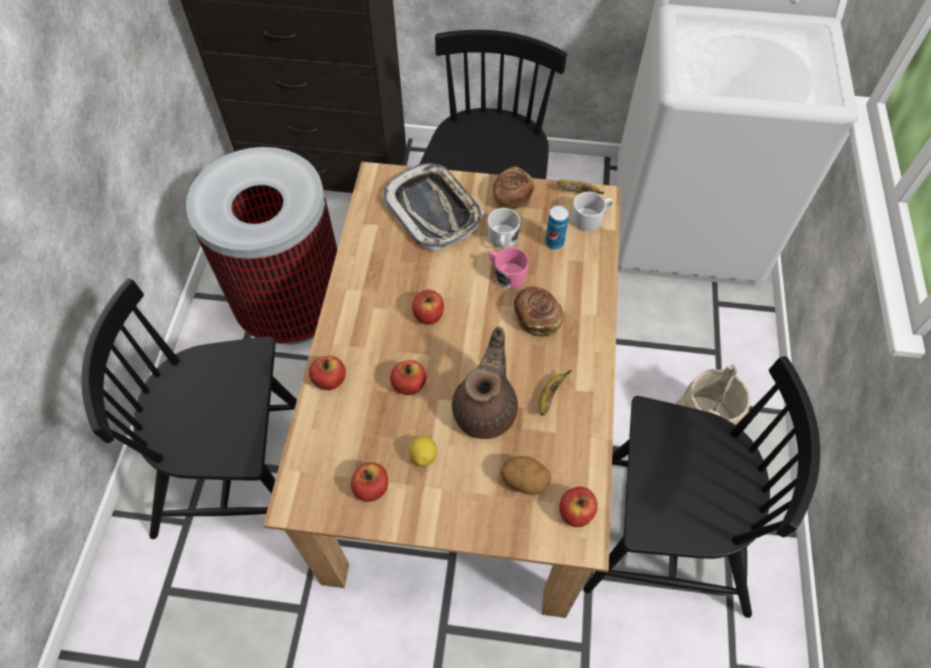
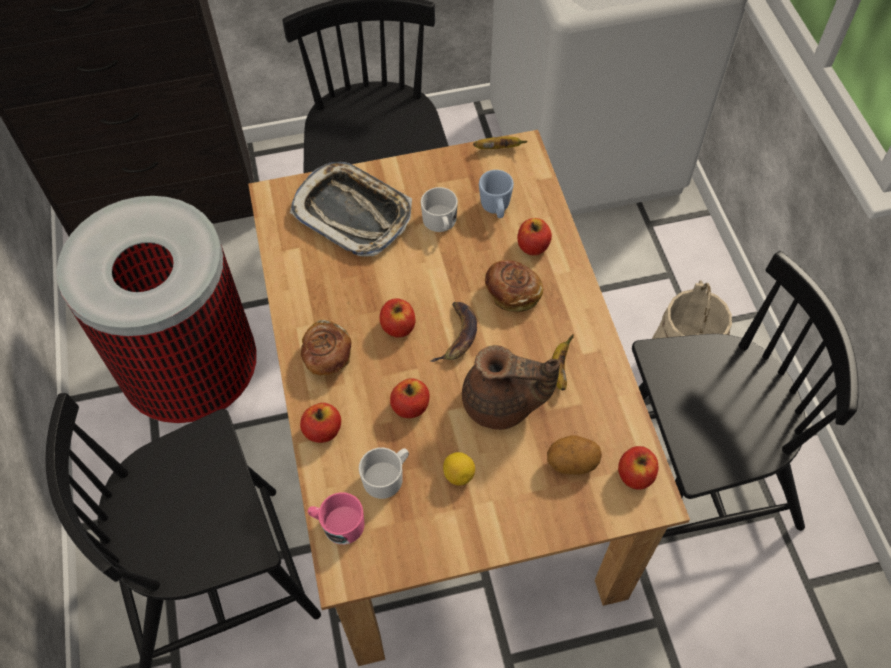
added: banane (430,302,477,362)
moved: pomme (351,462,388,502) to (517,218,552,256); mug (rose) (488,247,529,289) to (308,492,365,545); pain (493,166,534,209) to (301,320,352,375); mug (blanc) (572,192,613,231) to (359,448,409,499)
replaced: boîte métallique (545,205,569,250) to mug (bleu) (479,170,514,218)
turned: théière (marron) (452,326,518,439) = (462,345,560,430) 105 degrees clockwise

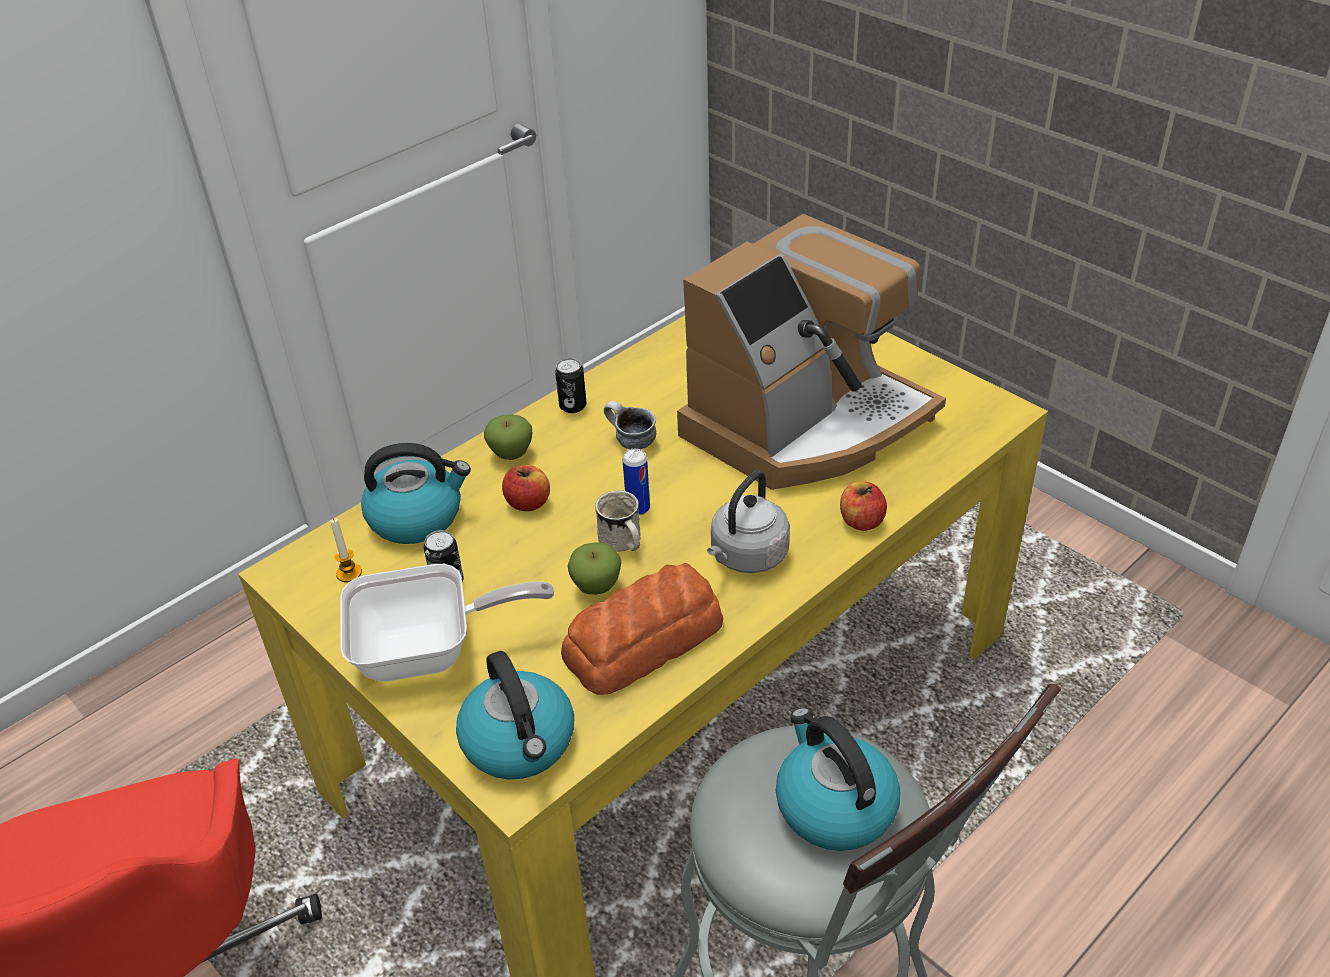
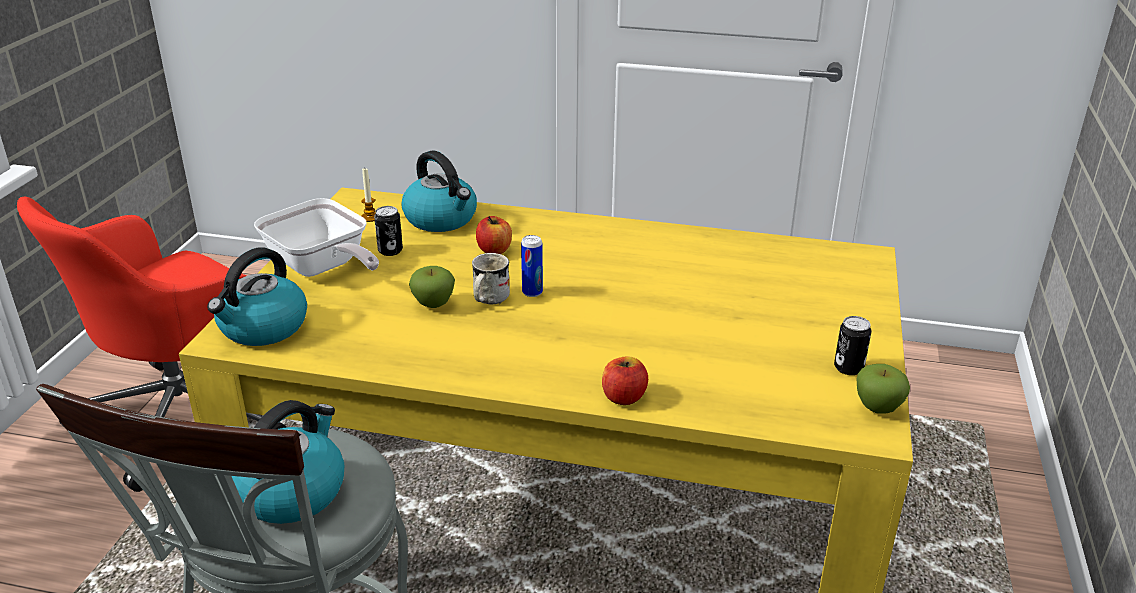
removed: pain (561,563,723,695); mug (604,401,656,449); machine à café (677,214,946,490); bouilloire (gris) (707,471,790,573)
moved: pomme (484,414,532,460) to (856,364,910,414); boîte métallique (555,358,587,413) to (834,316,871,375)

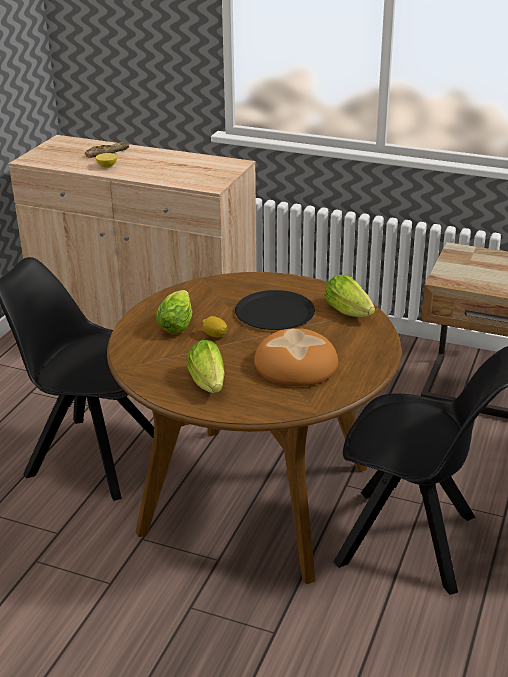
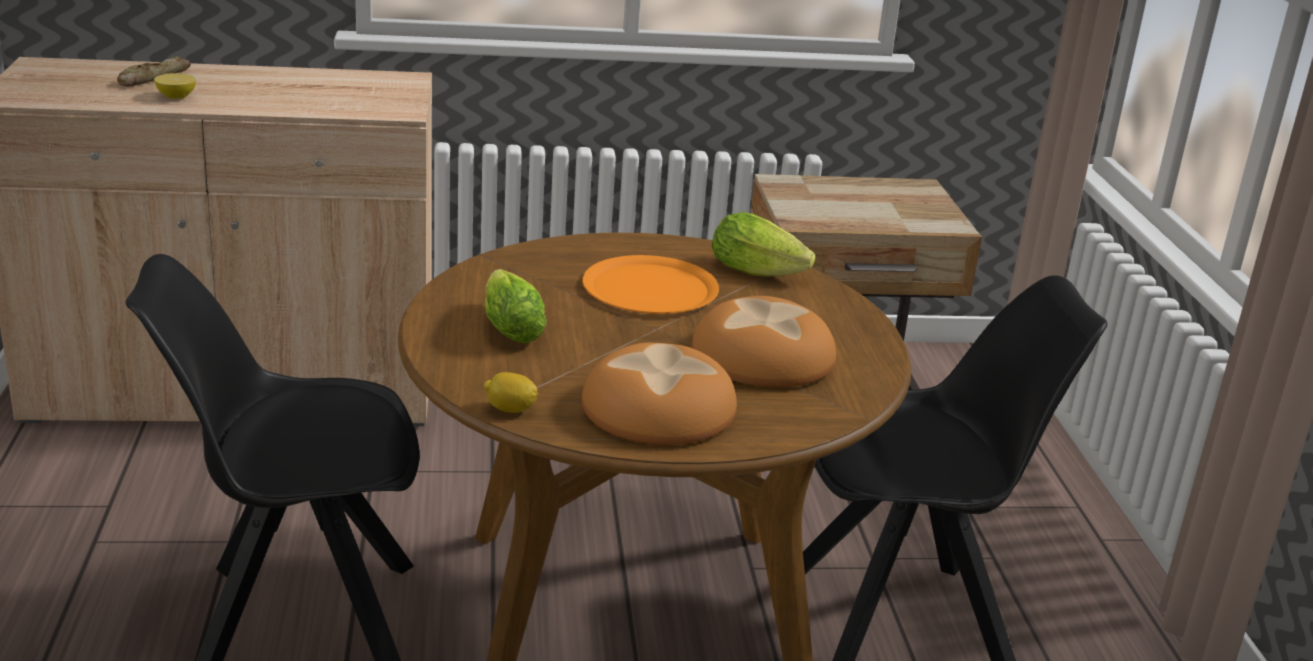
moved: citron (202,316,228,338) to (484,372,538,413)
replaced: laitue (187,340,224,393) to pain (582,343,737,445)
recoloured: assiette (noir) (235,290,315,330) to assiette (orange) (582,255,719,314)

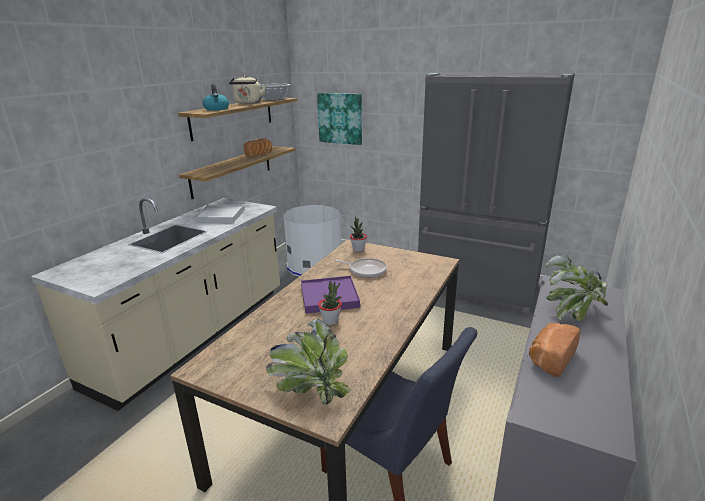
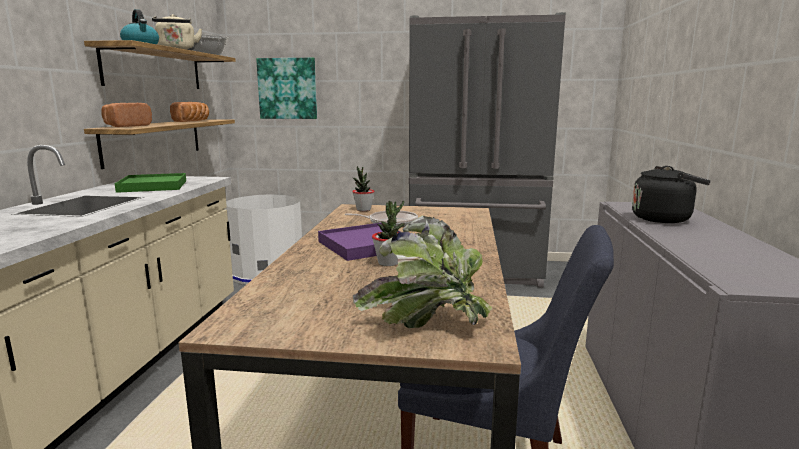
moved: pain (529,323,581,377) to (101,103,152,127)
replaced: plante en pot (545,255,608,321) to bouilloire (noir) (632,166,711,223)
recoloured: plateau (blanc) (194,204,245,223) to plateau (vert) (115,173,186,193)

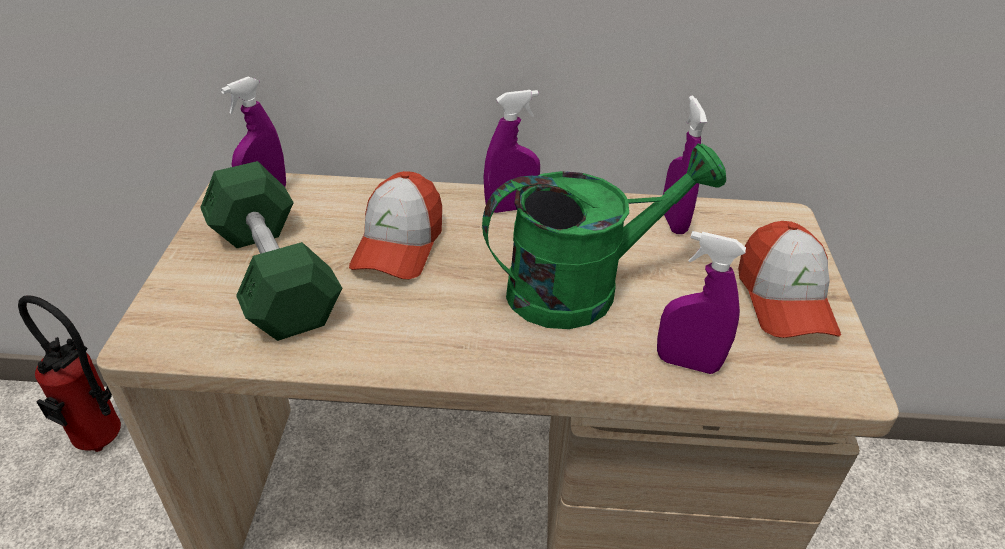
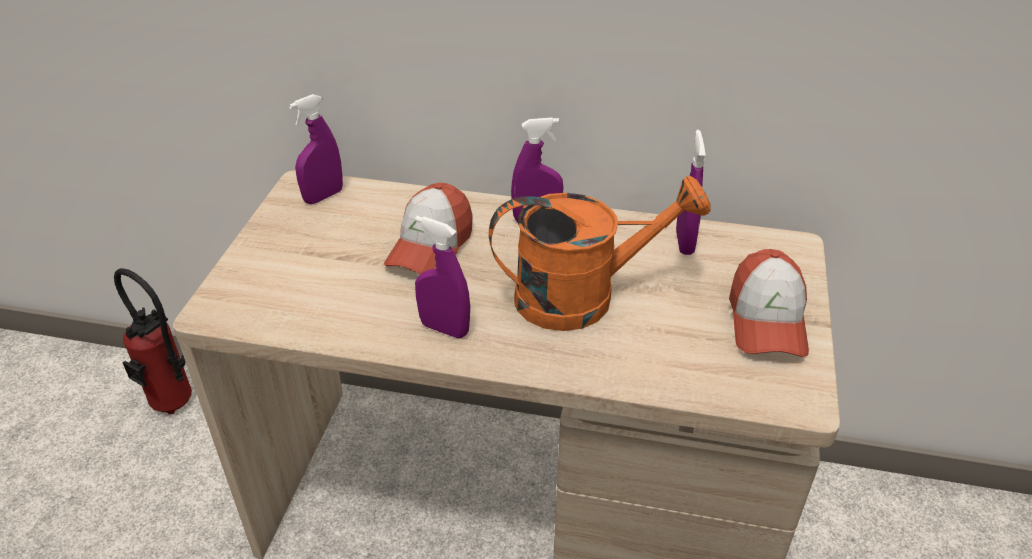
removed: haltère (vert) (200,161,342,341)
moved: vaporisateur (violet) (657,231,746,374) to (415,216,470,338)
recoloured: arrosoir (vert) (482,143,726,329) to arrosoir (orange) (489,176,711,331)

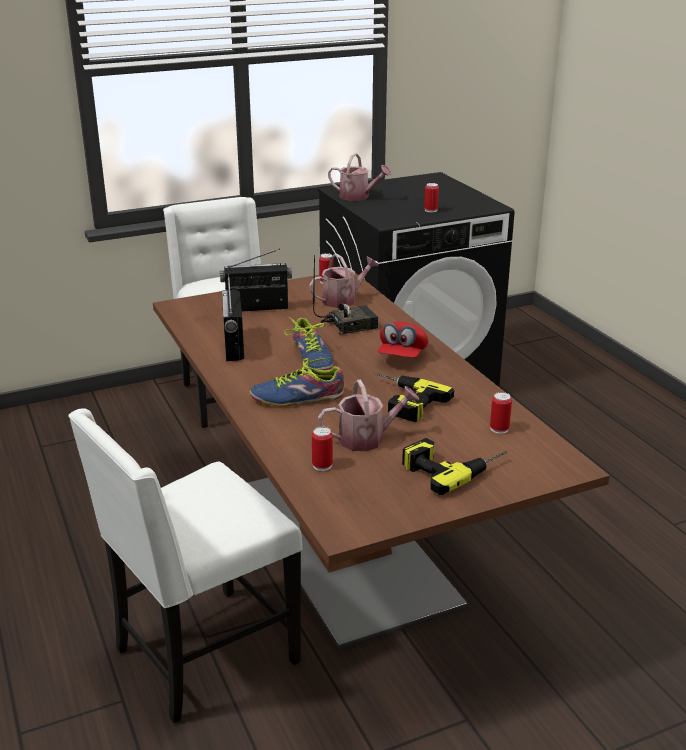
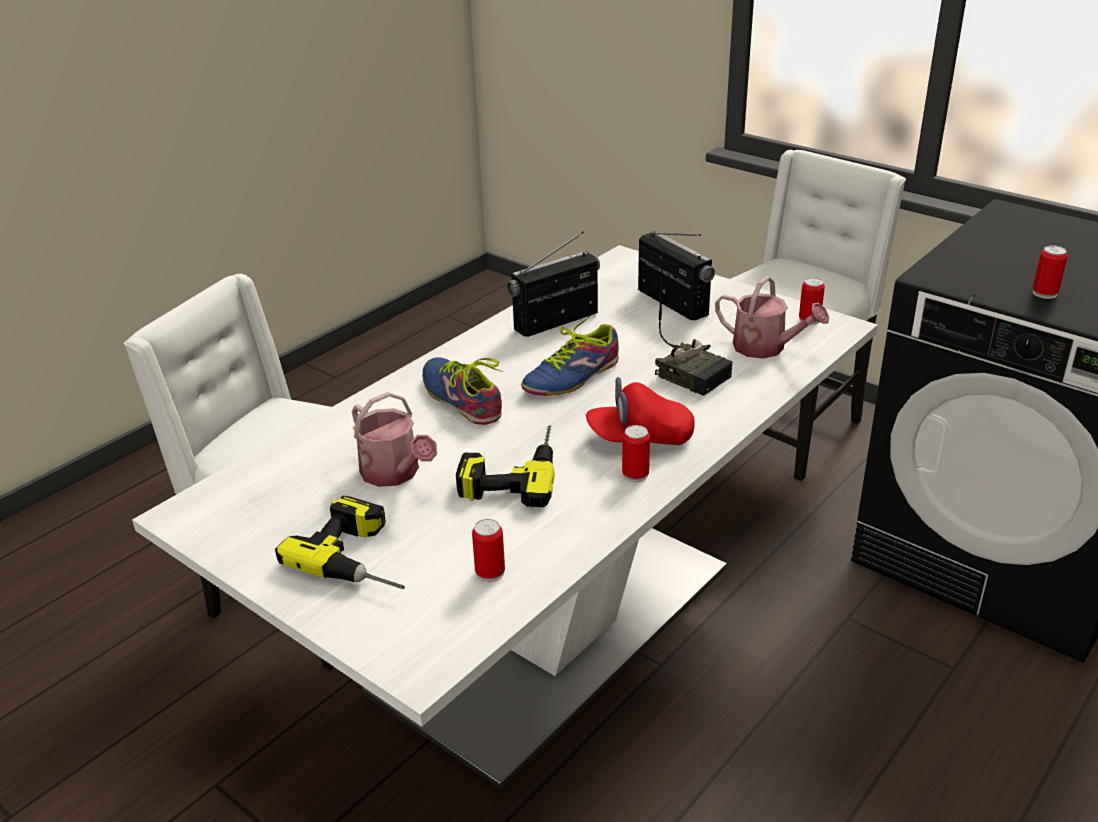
removed: arrosoir (328,153,392,201)
moved: boîte métallique (312,427,333,471) to (622,425,650,482)
recoloured: table à manger (marron) (153,273,610,650) to table à manger (blanc) (132,245,878,789)

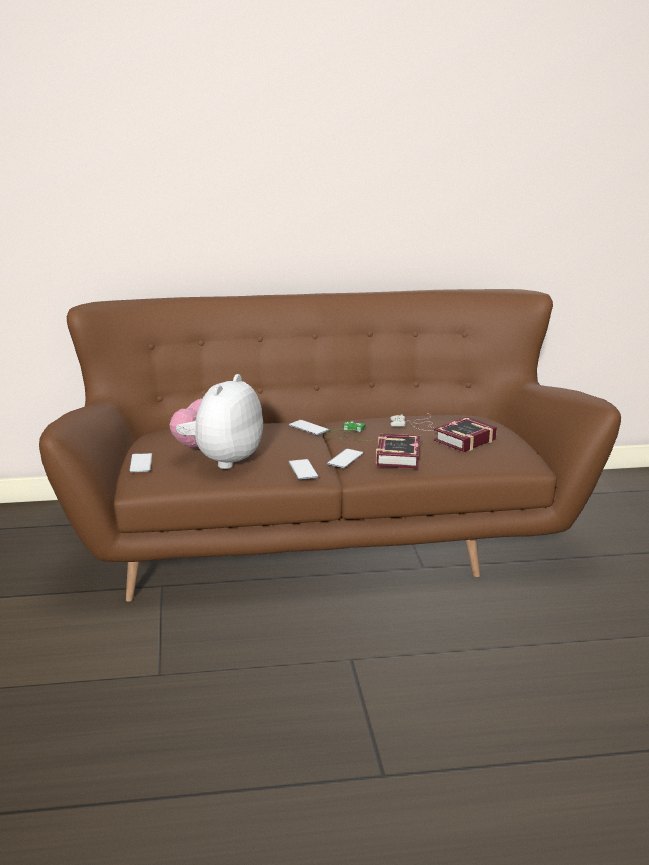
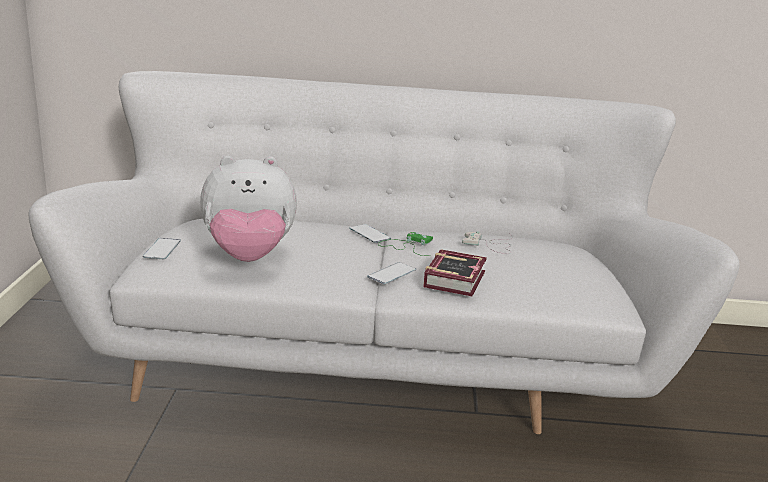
removed: téléphone (289,459,318,480); livre (433,417,497,452)
recoloured: canapé (marron) (39,289,621,601) to canapé (blanc) (28,71,740,434)
turned: peluche (170,374,263,469) = (200,156,297,262) 135 degrees counterclockwise

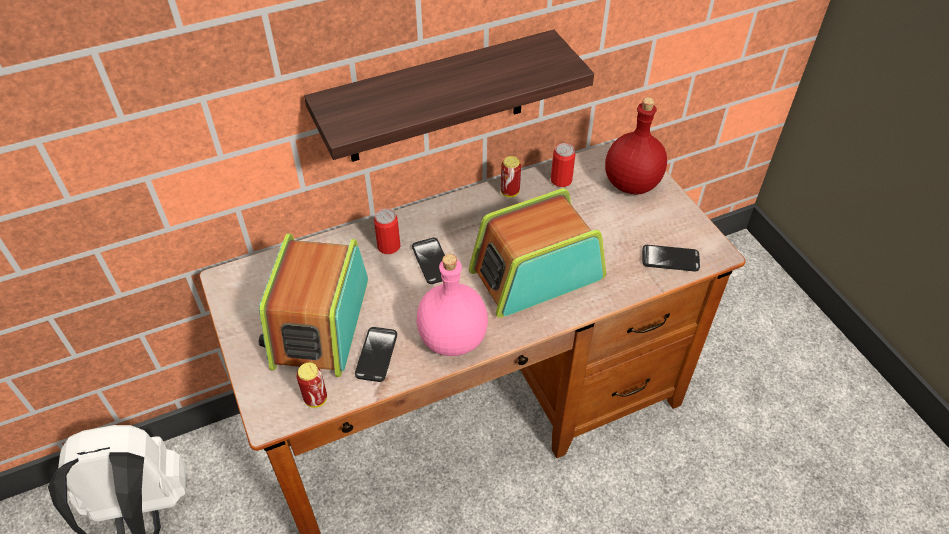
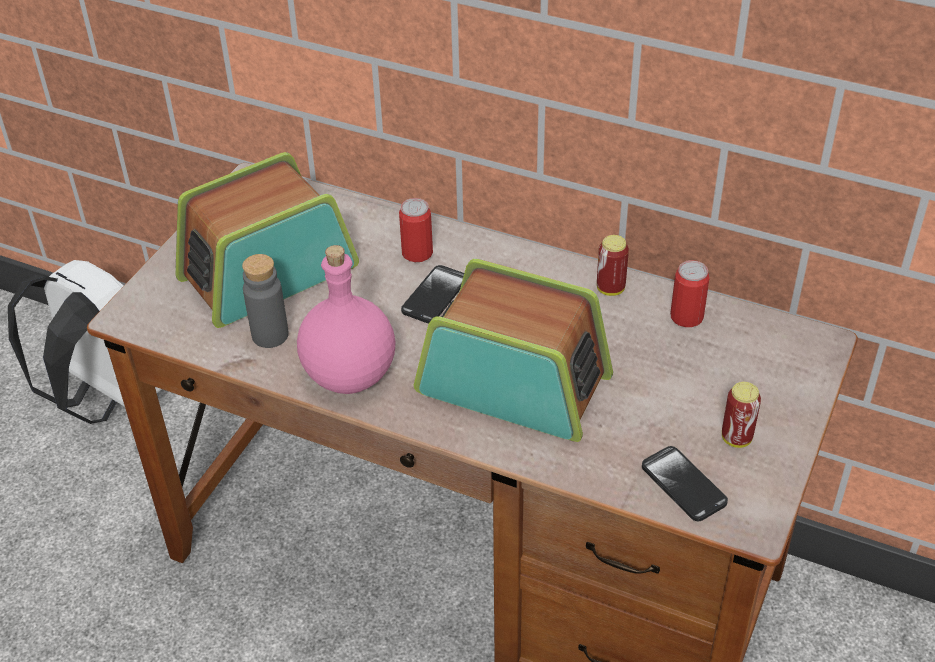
removed: étagère (304,30,594,162); bouteille (rouge) (605,97,667,195)
moved: boîte métallique (296,363,327,408) to (722,382,761,448)
replaced: téléphone (355,327,397,382) to bouteille (gris) (242,254,289,348)

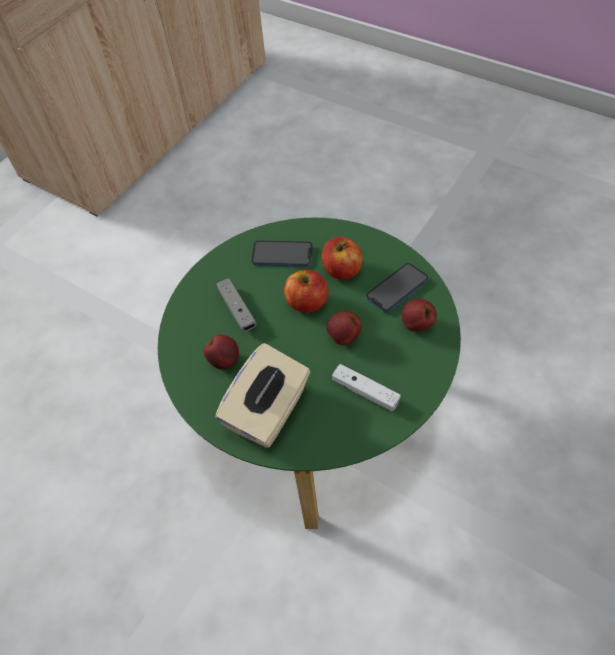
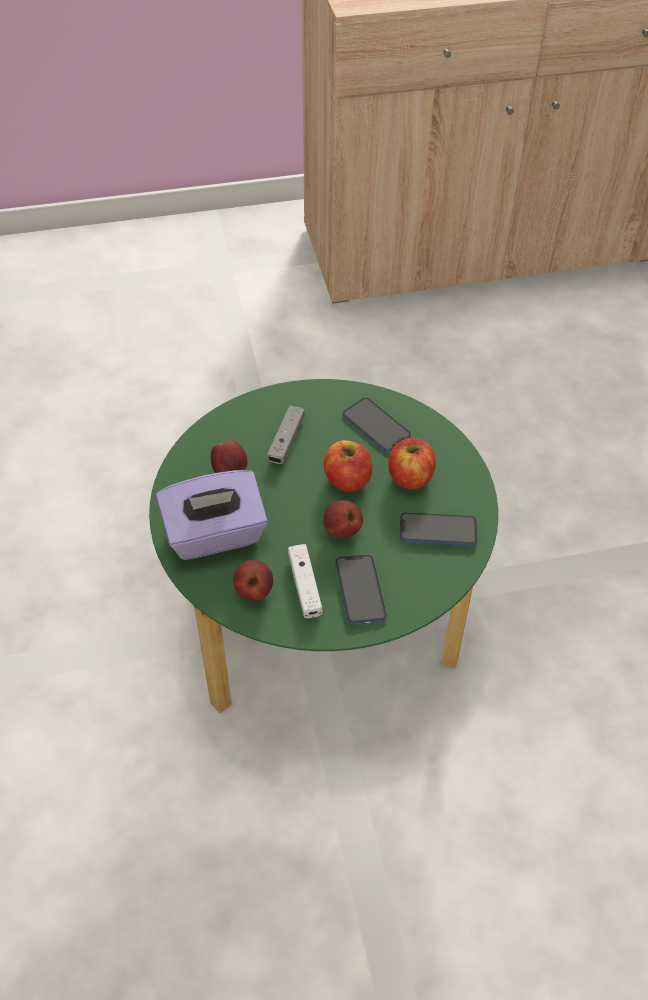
added: téléphone (335,555,387,625)
moved: pomme (402,299,437,332) to (233,559,273,601)
recoloured: boîte à mouchoirs (beige) (215,343,311,448) to boîte à mouchoirs (violet) (156,470,268,560)

